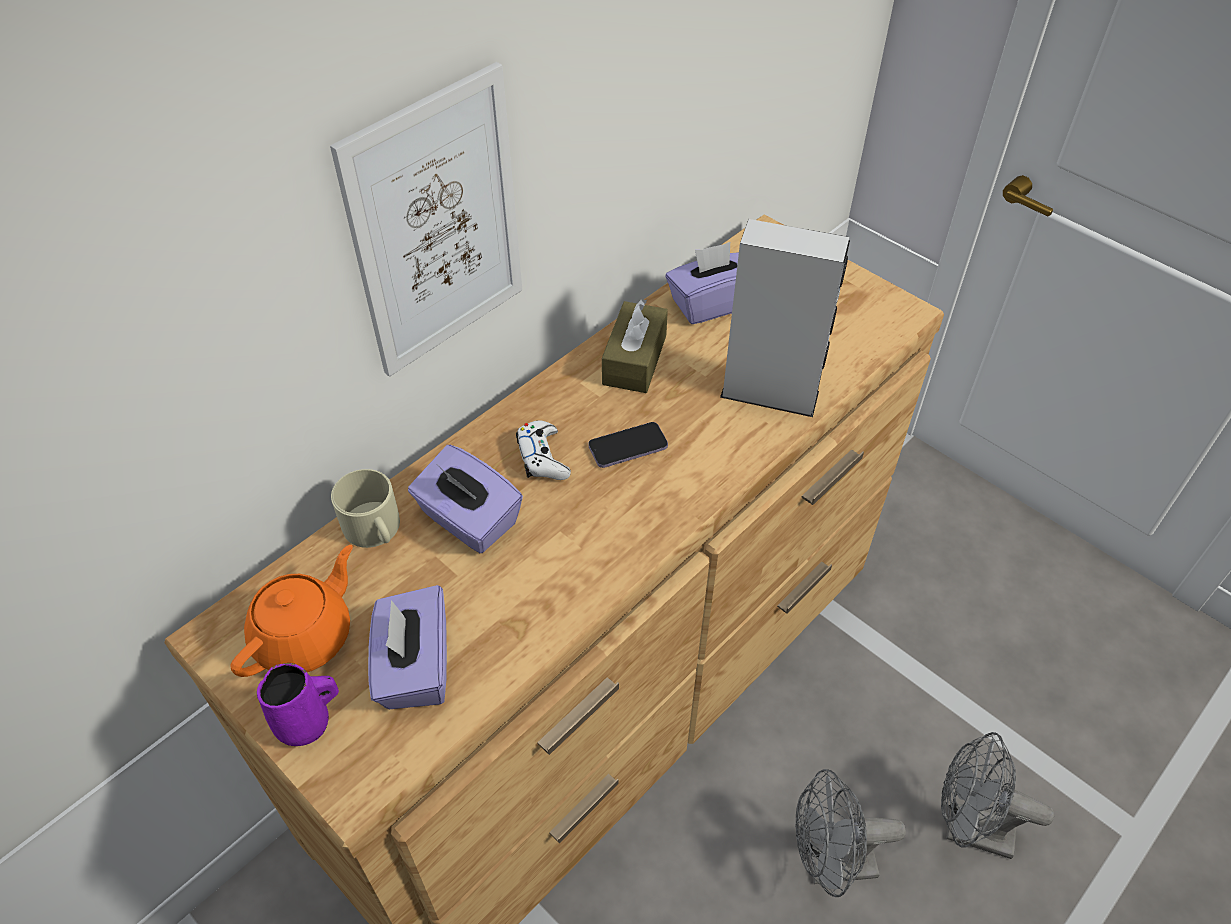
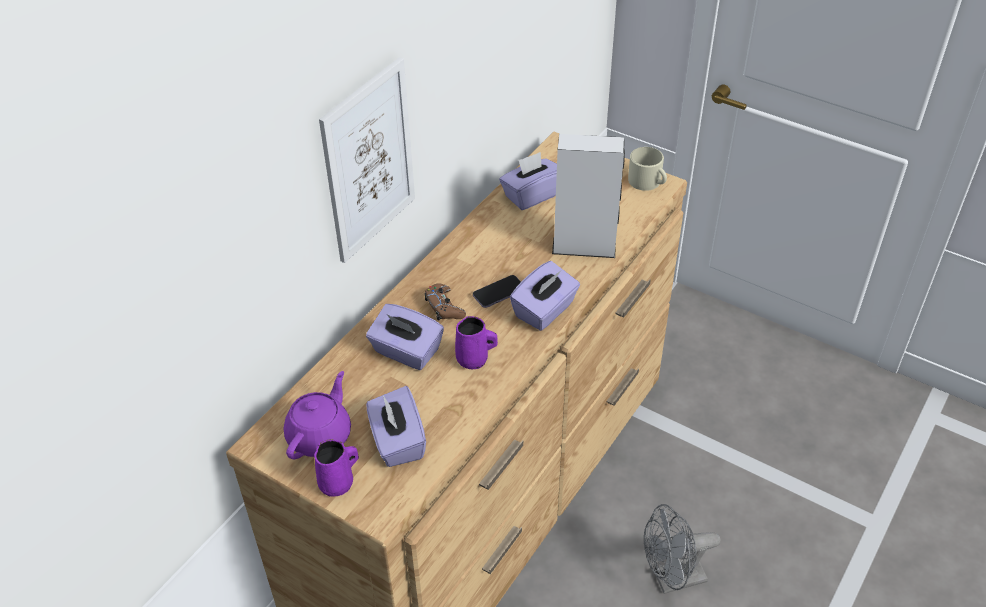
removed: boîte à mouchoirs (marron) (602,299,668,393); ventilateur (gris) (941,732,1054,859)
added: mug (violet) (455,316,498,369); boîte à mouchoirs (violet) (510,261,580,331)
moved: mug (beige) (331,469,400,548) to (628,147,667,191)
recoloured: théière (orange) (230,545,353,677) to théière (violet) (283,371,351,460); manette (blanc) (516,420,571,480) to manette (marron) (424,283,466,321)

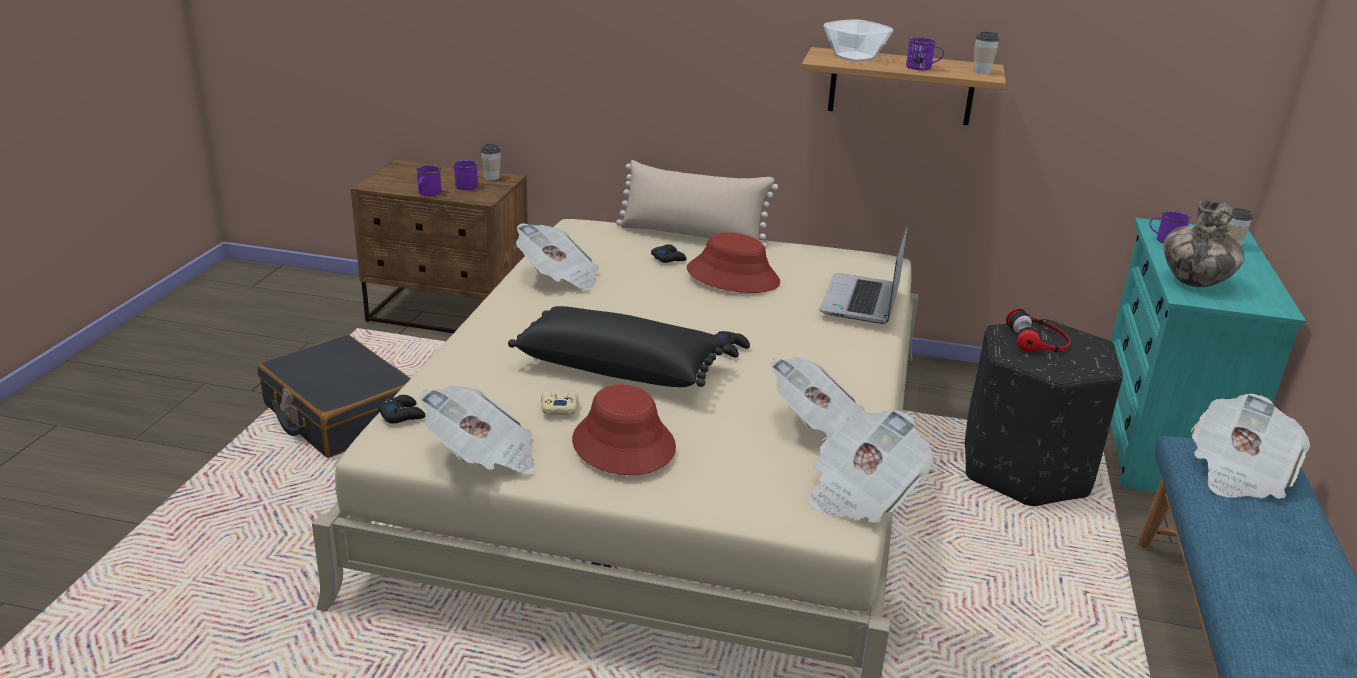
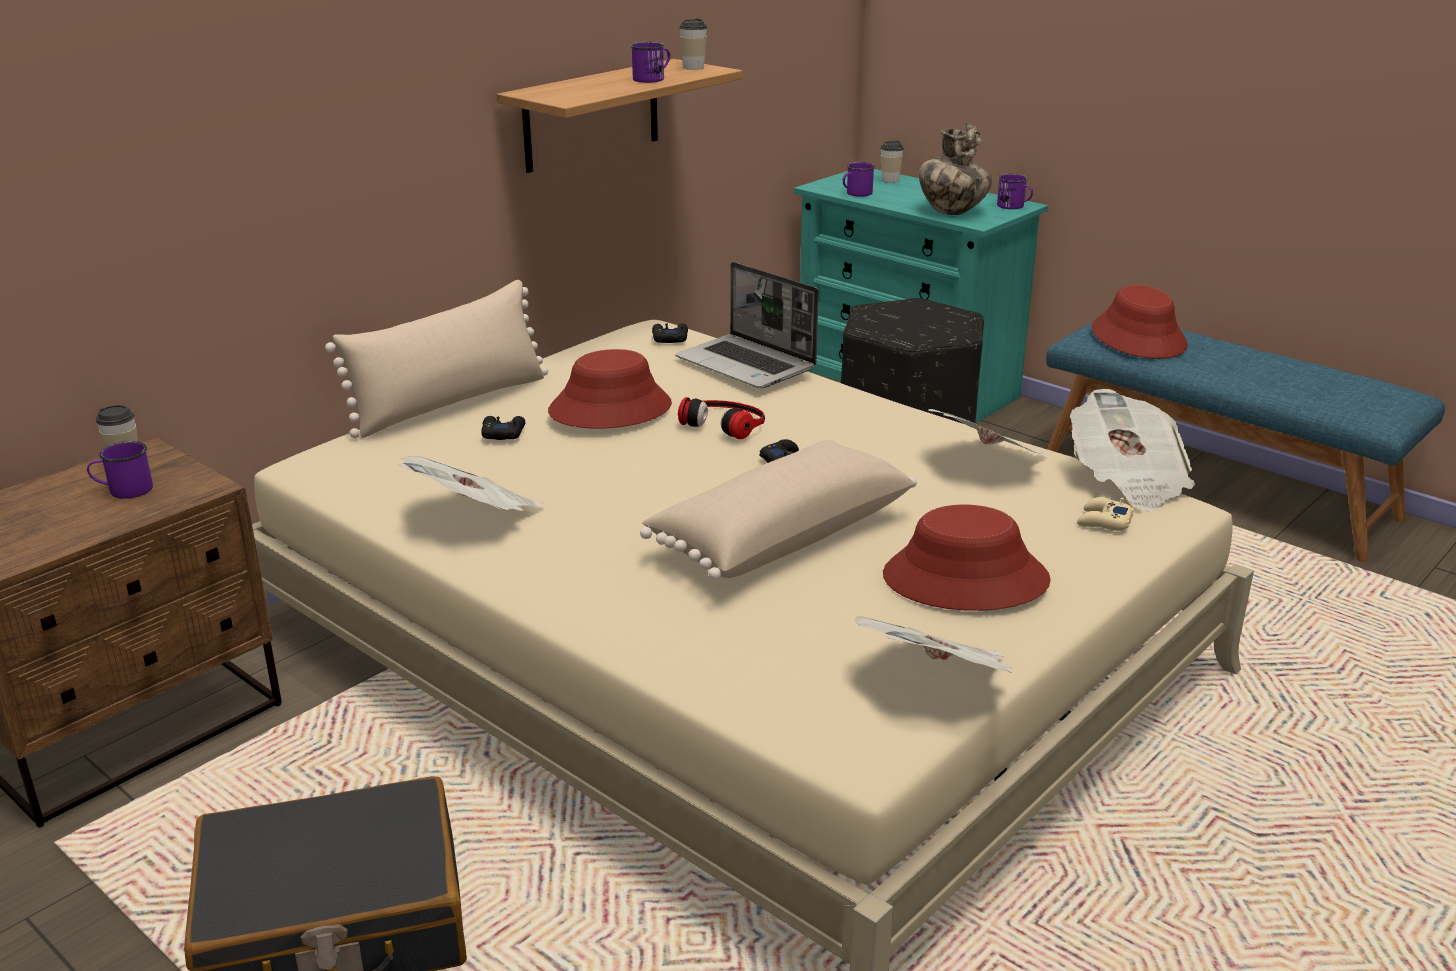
removed: bol (823,19,893,62)
moved: manette (noir) (377,395,426,424) to (652,323,688,343); mug (violet) (416,165,441,196) to (997,174,1033,209); manette (beige) (541,391,578,415) to (1077,497,1134,531); casque audio (1006,308,1071,352) to (678,397,765,439)
replaced: journal (1191,394,1310,499) to chapeau (rouge) (1092,285,1188,359)
recoloured: coussin (noir) (508,306,730,387) to coussin (beige) (640,440,917,580)

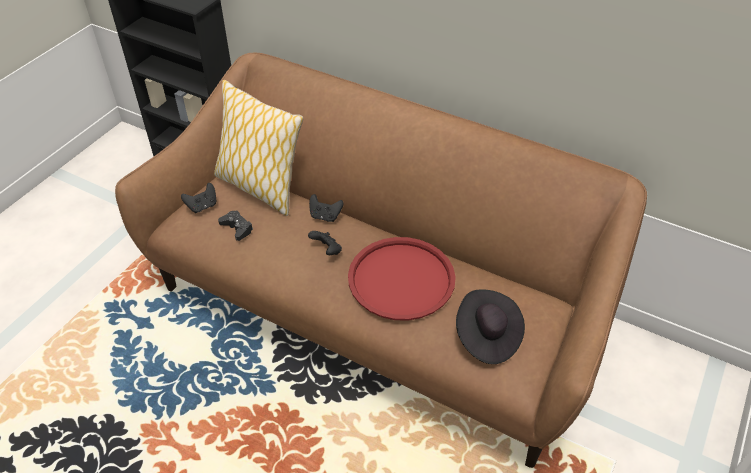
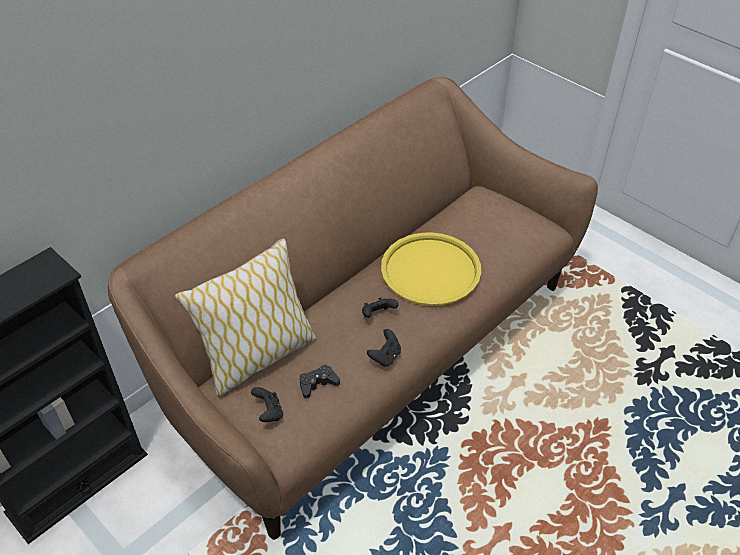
removed: chapeau (noir) (456,289,525,364)
moved: manette (noir) (309,194,343,222) to (367,329,401,367)
recoloured: plateau (rouge) (348,237,456,321) to plateau (jaune) (381,232,481,306)

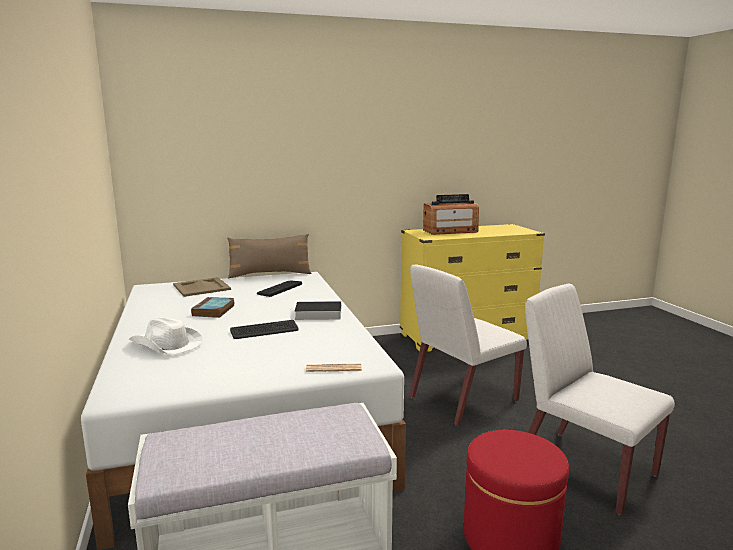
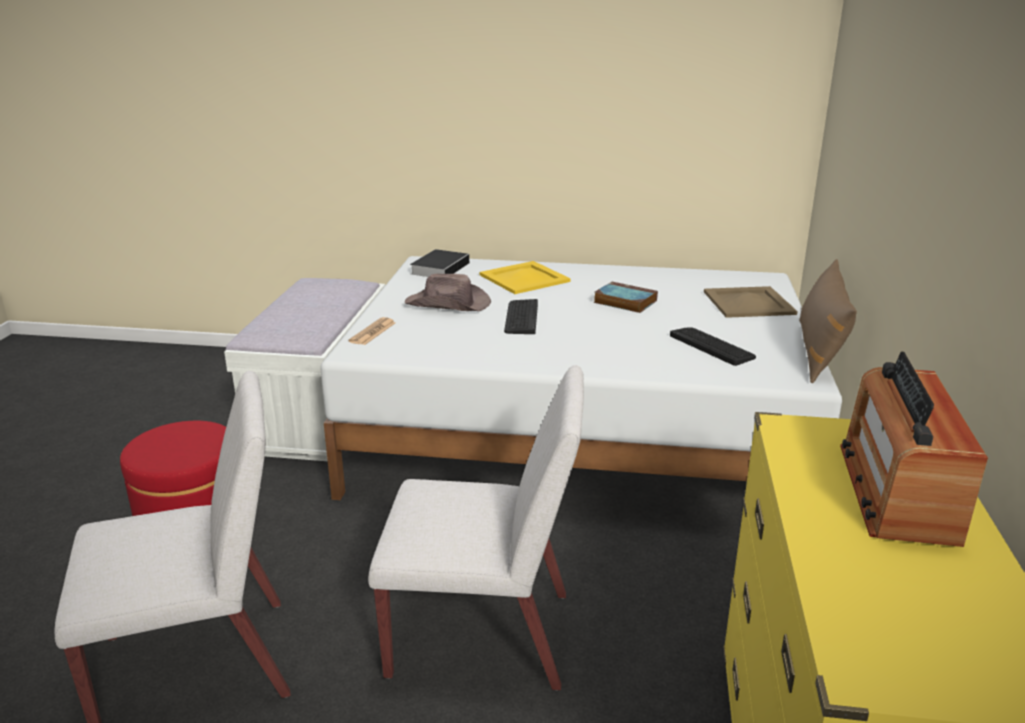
added: chapeau (marron) (405,274,491,311)
moved: livre (290,301,341,320) to (410,249,471,277)
replaced: chapeau (blanc) (129,317,203,355) to plateau (jaune) (479,261,571,294)
turned: chaise (blanc) (409,264,527,426) = (368,365,584,691) 105 degrees clockwise

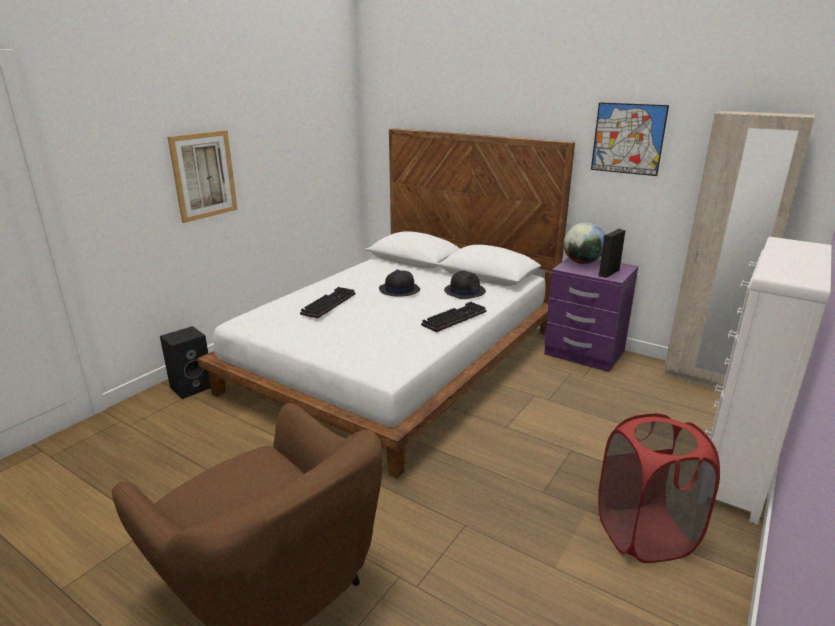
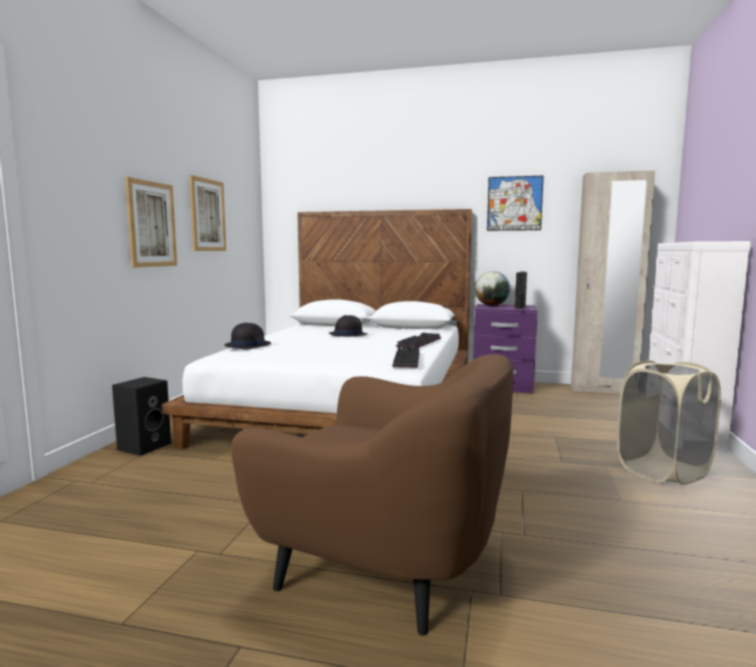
added: tableau (189,175,226,251)
moved: clavier (300,287,356,318) to (392,346,420,368); chapeau (noir) (444,270,486,299) to (225,323,271,350)
recoloured: panier à linge (rouge) (598,413,720,563) to panier à linge (beige) (617,360,721,485)

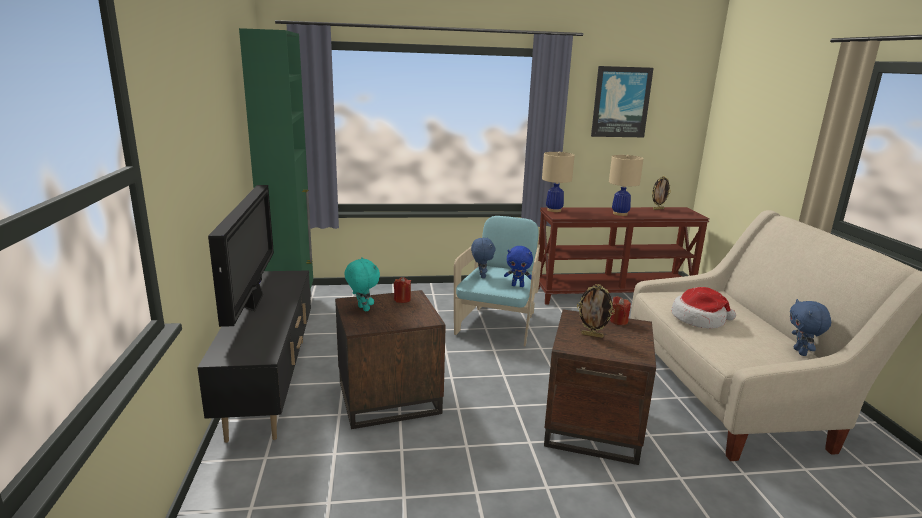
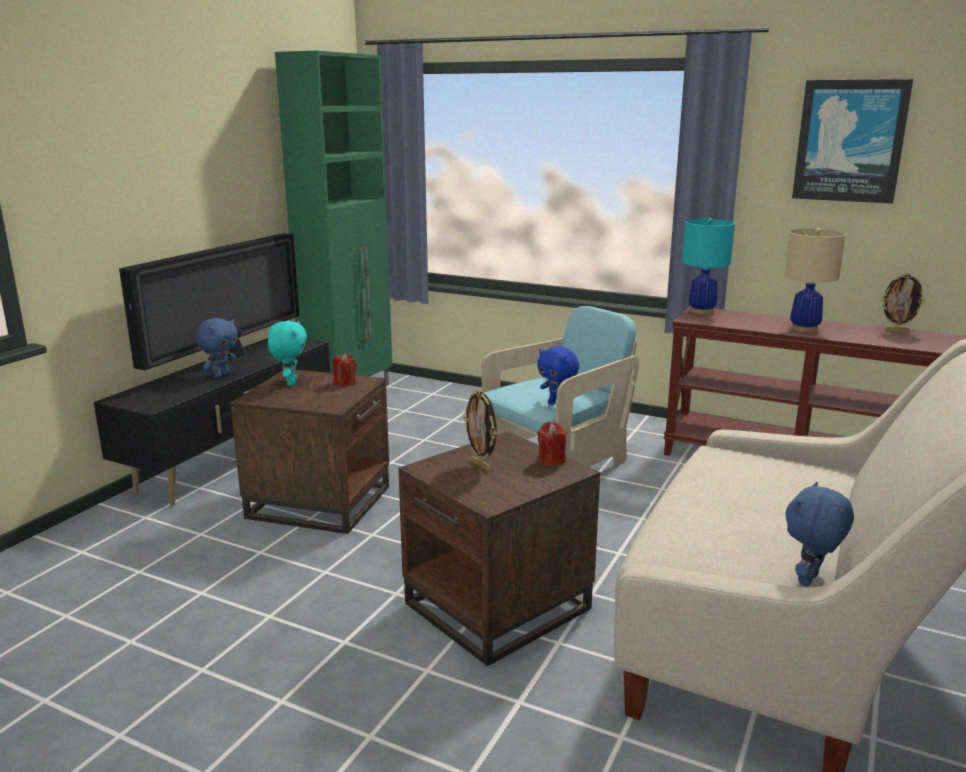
removed: chapeau (671,287,736,329)
moved: peluche (bleu) (471,237,496,278) to (196,318,238,378)
recoloured: lampe de table (beige) (542,151,575,212) to lampe de table (turquoise) (682,218,735,314)

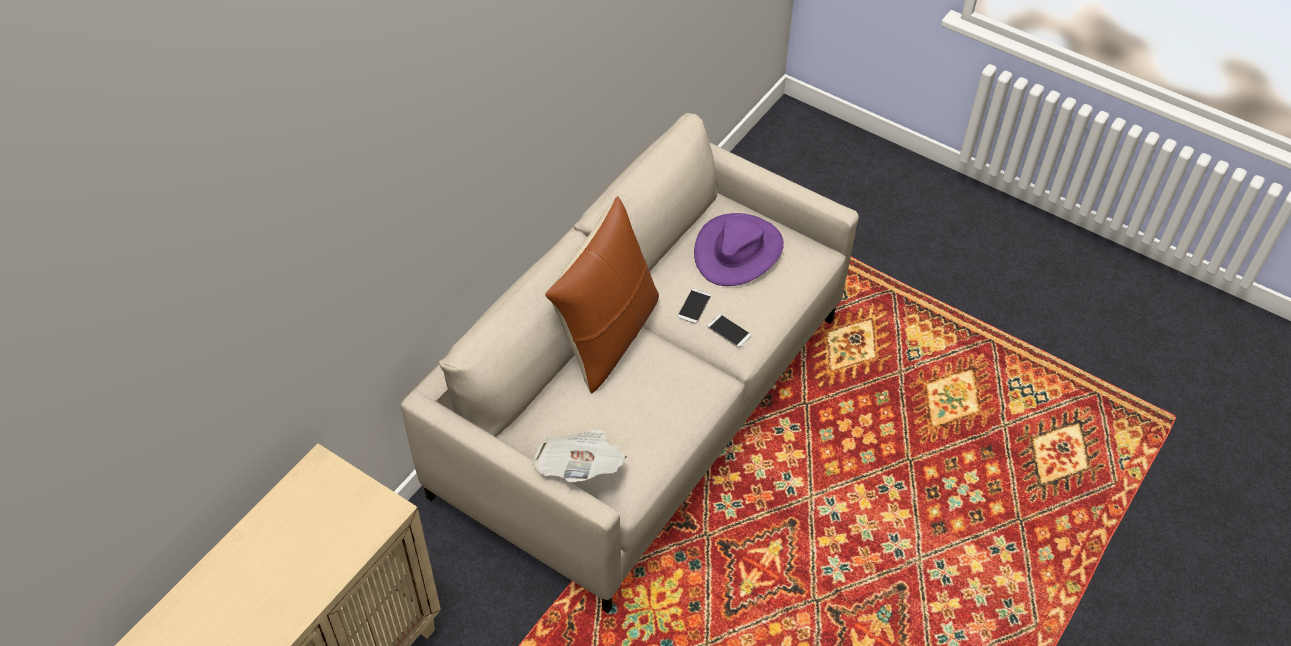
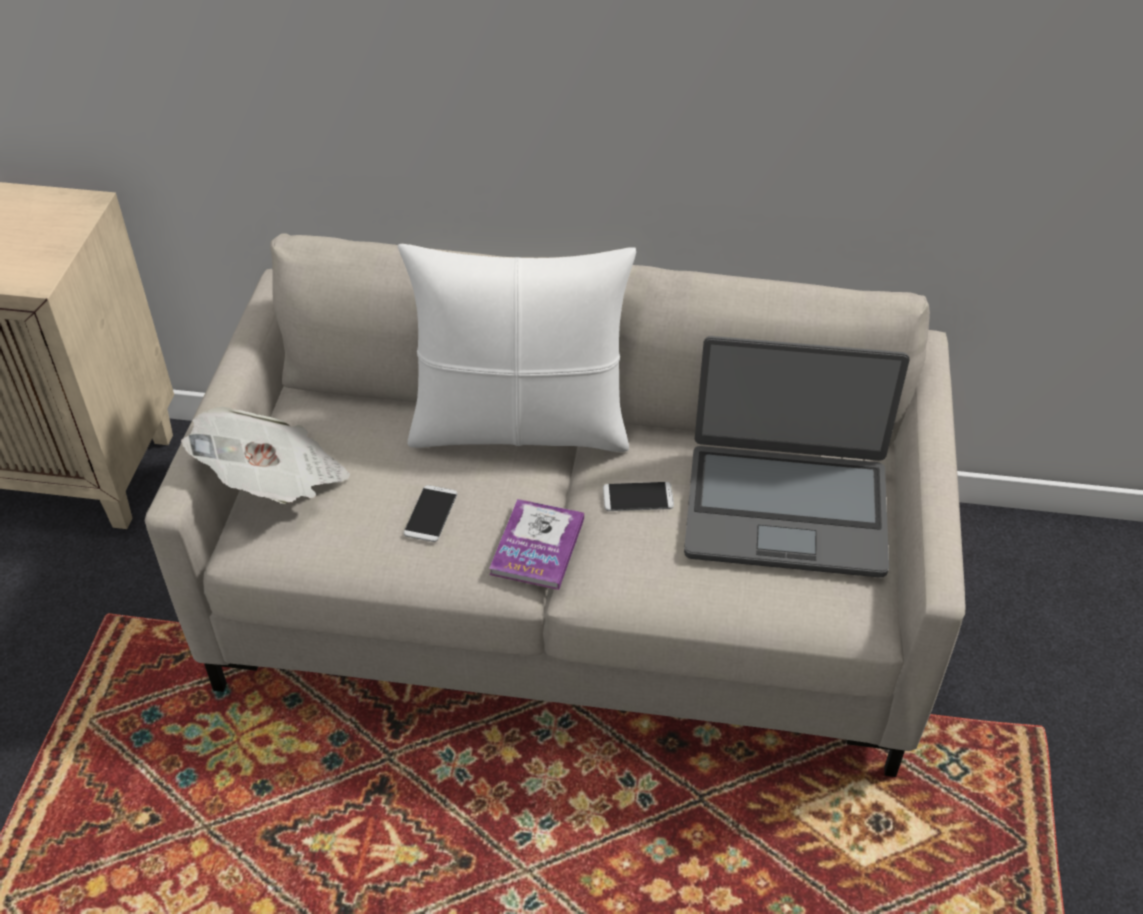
added: livre (489,499,584,590)
moved: téléphone (707,314,751,347) to (404,485,457,542)
replaced: chapeau (violet) (694,213,784,286) to ordinateur portable (684,336,909,578)
recoloured: coussin (marron) (545,196,659,393) to coussin (blanc) (398,243,636,452)

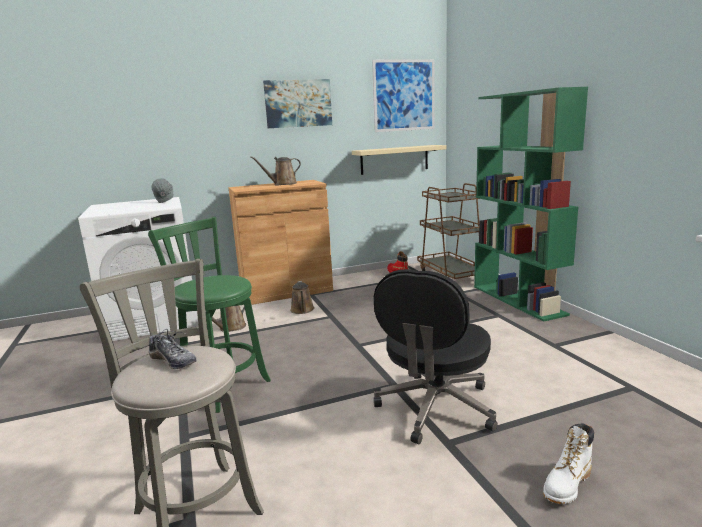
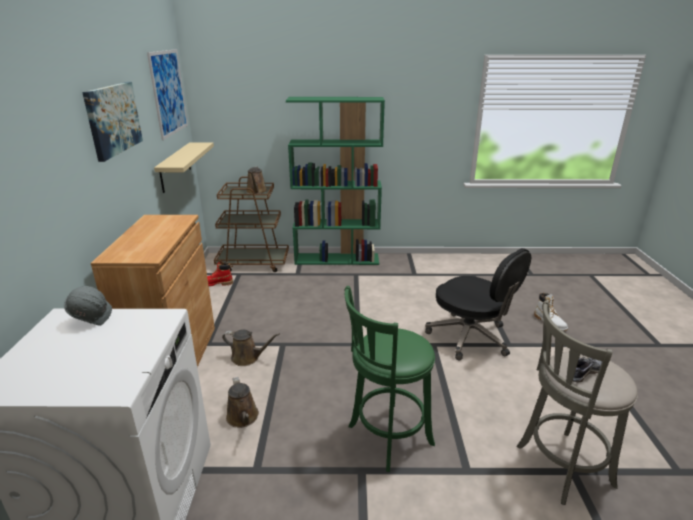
moved: arrosoir (marron) (250,156,301,185) to (246,167,267,194)

